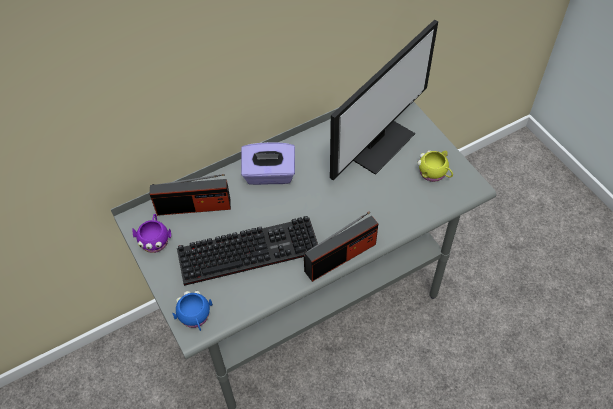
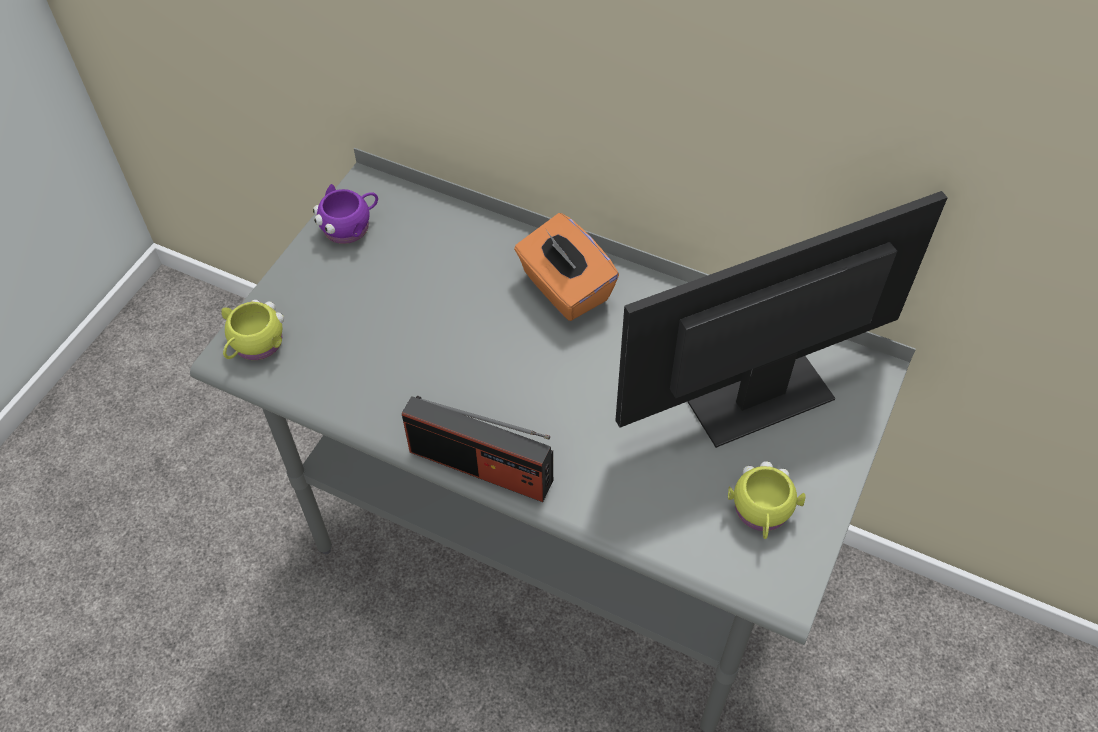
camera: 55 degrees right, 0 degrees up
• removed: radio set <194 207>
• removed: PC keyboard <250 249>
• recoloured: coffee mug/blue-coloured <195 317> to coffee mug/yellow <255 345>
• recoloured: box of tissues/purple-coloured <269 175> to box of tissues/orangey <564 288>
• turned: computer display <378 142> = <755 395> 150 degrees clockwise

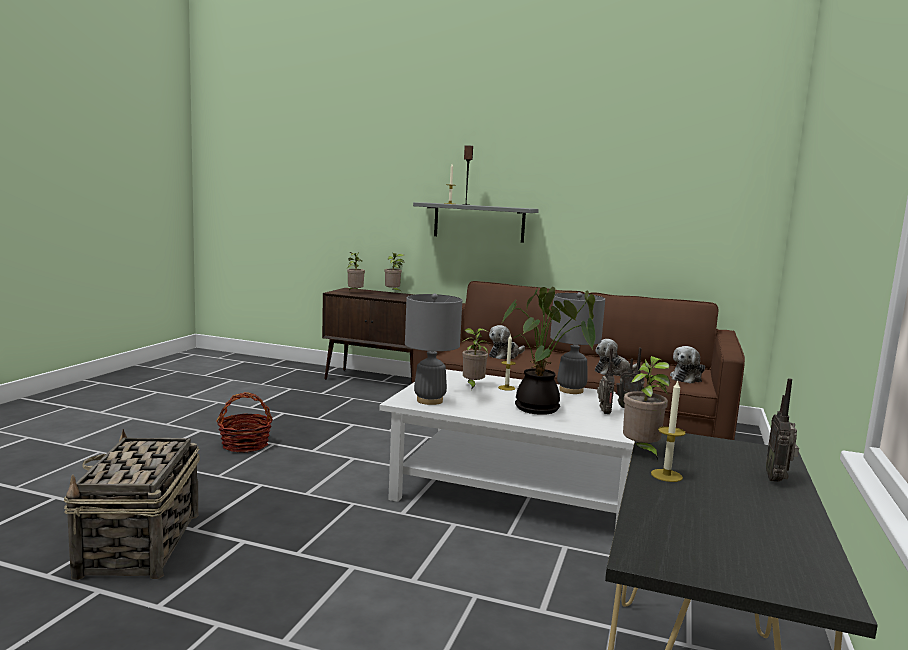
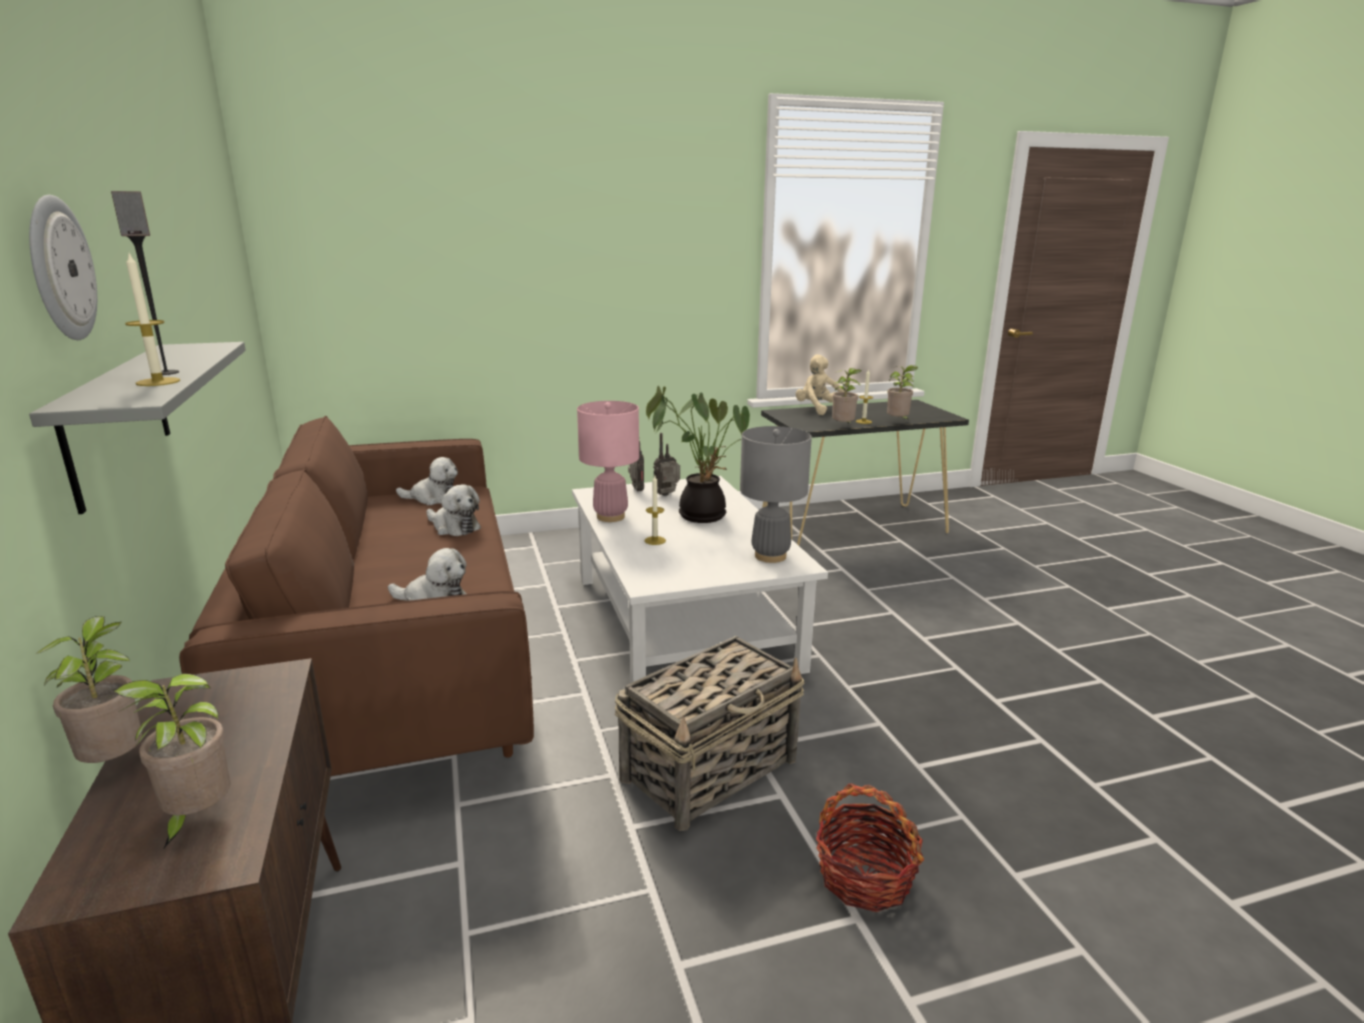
camera: 125 degrees left, 10 degrees up
• added: clock on the wall <59 269>
• moved: basket <139 545> to <711 769>
• moved: plant in a pot <472 386> to <898 422>
• replaced: radio set <778 479> to cuddly toy/sand-coloured <819 410>
• recoloured: lamp for a table/gray <571 390> to lamp for a table/pinkish <610 516>

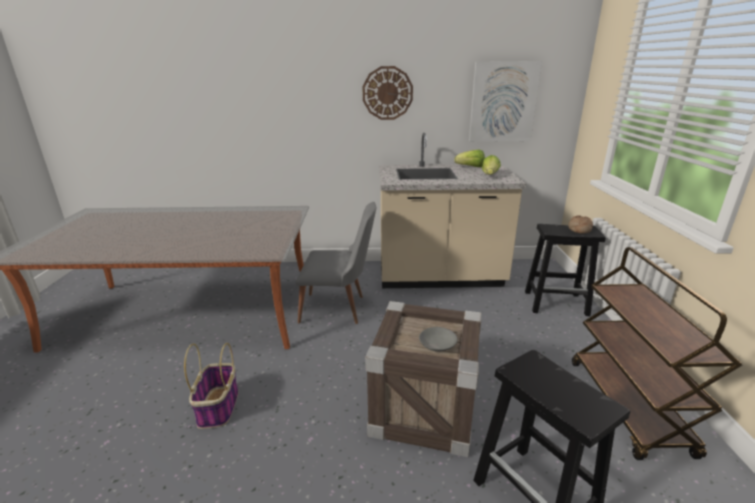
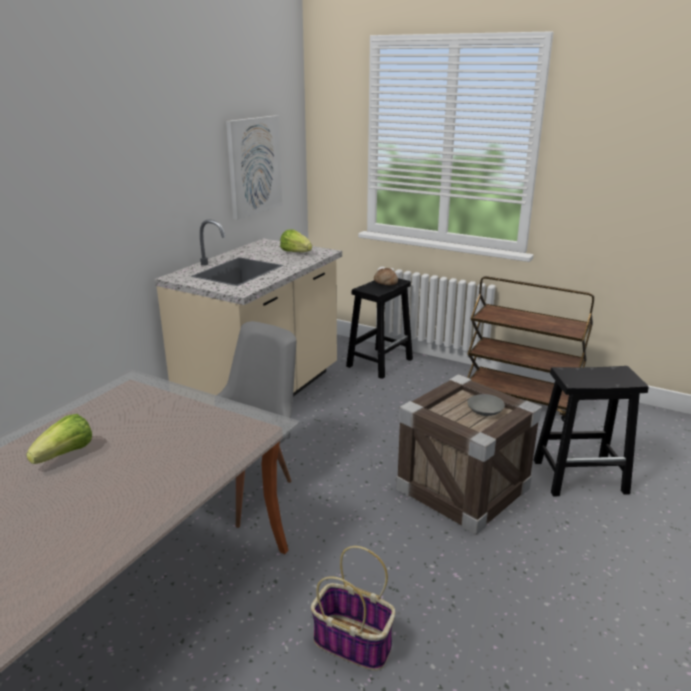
camera: 60 degrees left, 0 degrees up
• removed: clock on the wall <387 93>
• moved: lettuce <470 167> to <66 454>

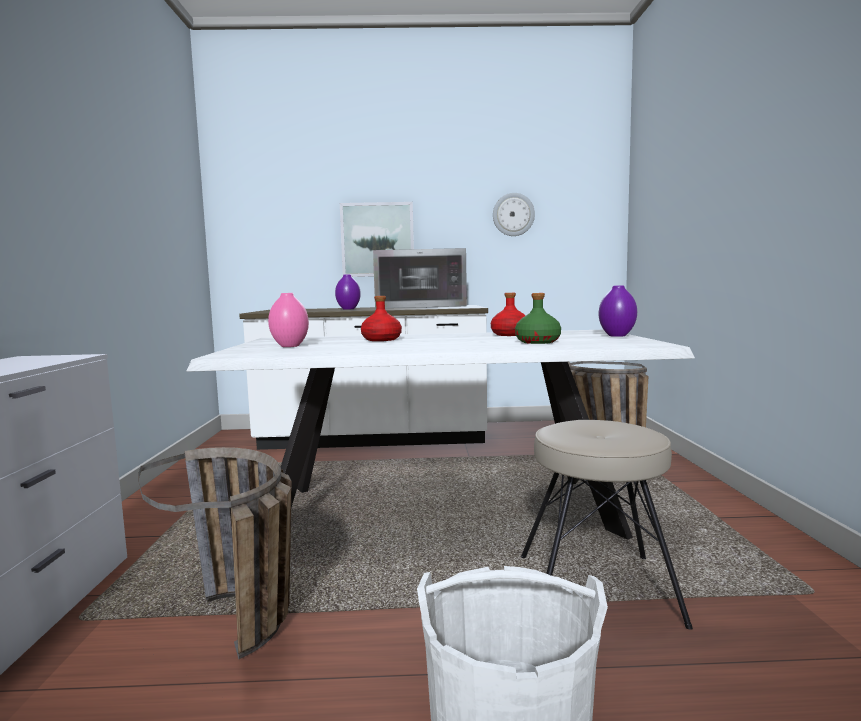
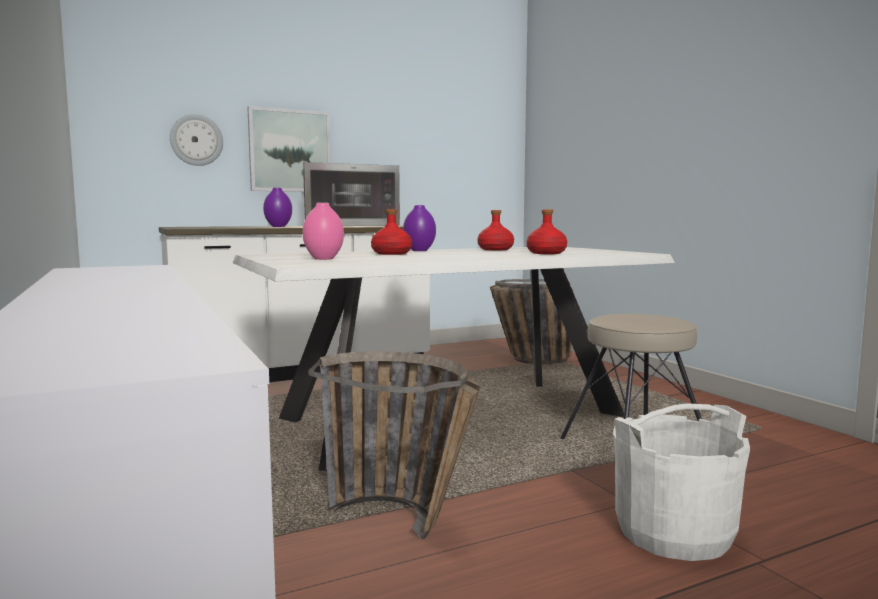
camera: 25 degrees left, 0 degrees up
• moved: clock on the wall <513 214> to <196 140>
• moved: flower vase/purple-coloured <616 336> to <419 251>
• recoloured: beverage bottle/greenish <537 342> to beverage bottle/red <546 253>

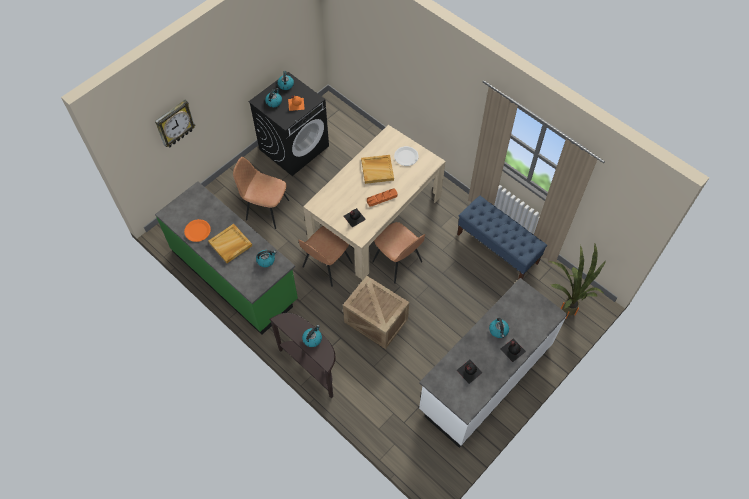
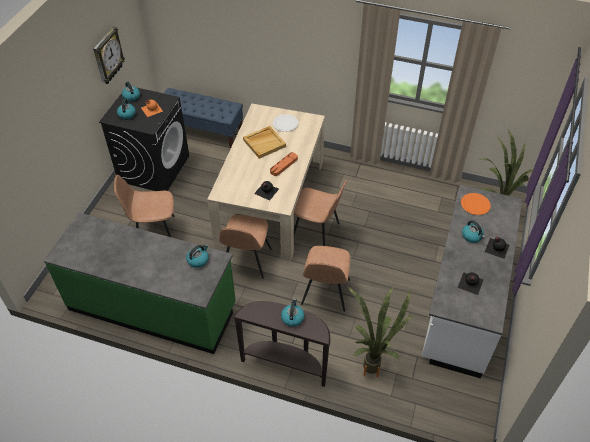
camera: 25 degrees left, 10 degrees down
• removed: carrying tray/sand-coloured <230 244>
• added: plant in a pot <372 365>
• moved: clock on the wall <174 124> to <107 56>
• moved: plate/orangey <197 231> to <475 204>
• moved: bench/blue-coloured <497 249> to <202 132>
• replaced: shipping crate <375 321> to upright chair/brown <325 293>

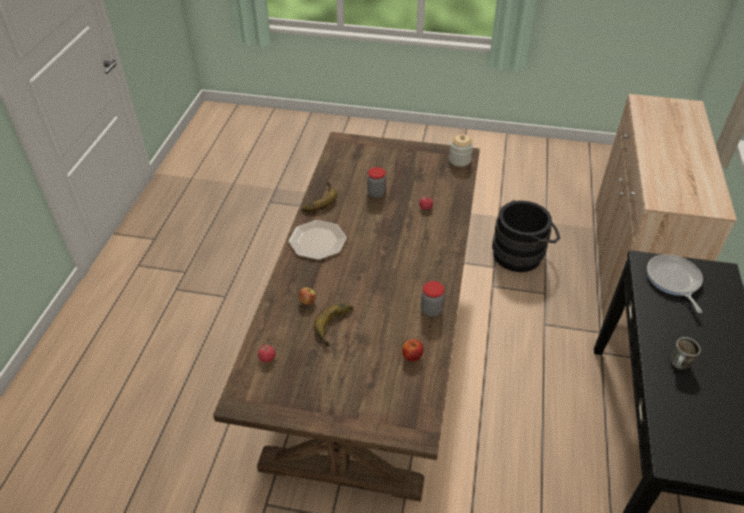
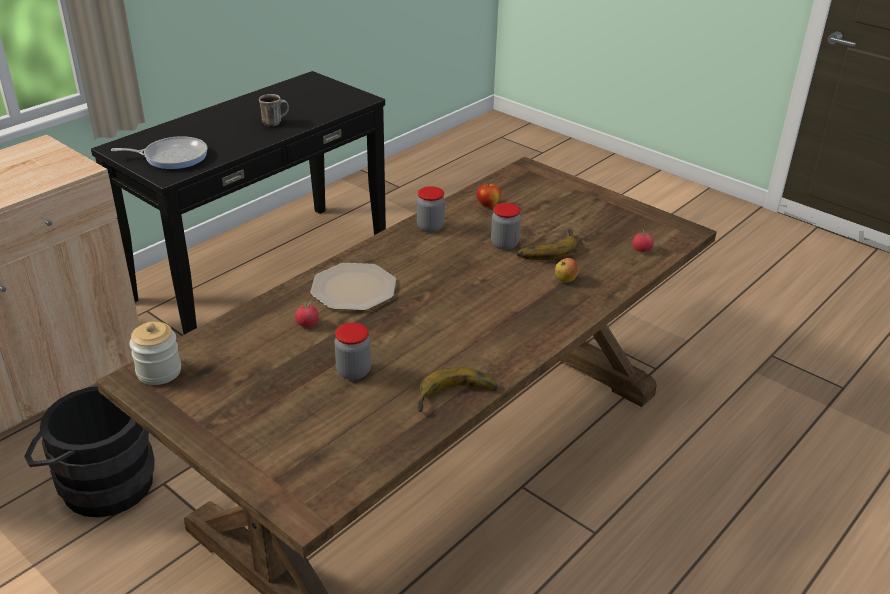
camera: 150 degrees left, 10 degrees down
• added: preserve jar <504 244>
• moved: plate <317 240> to <353 289>
• turned: frying pan <673 281> = <172 157> 120 degrees counterclockwise

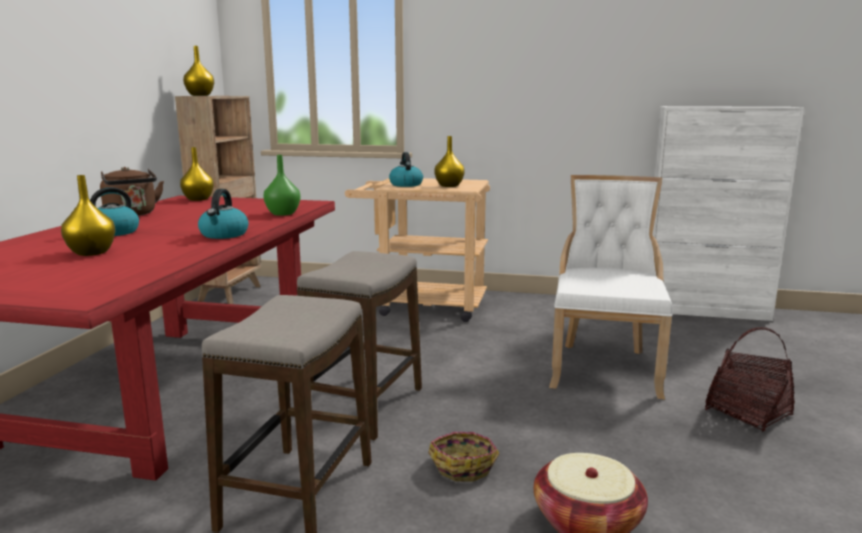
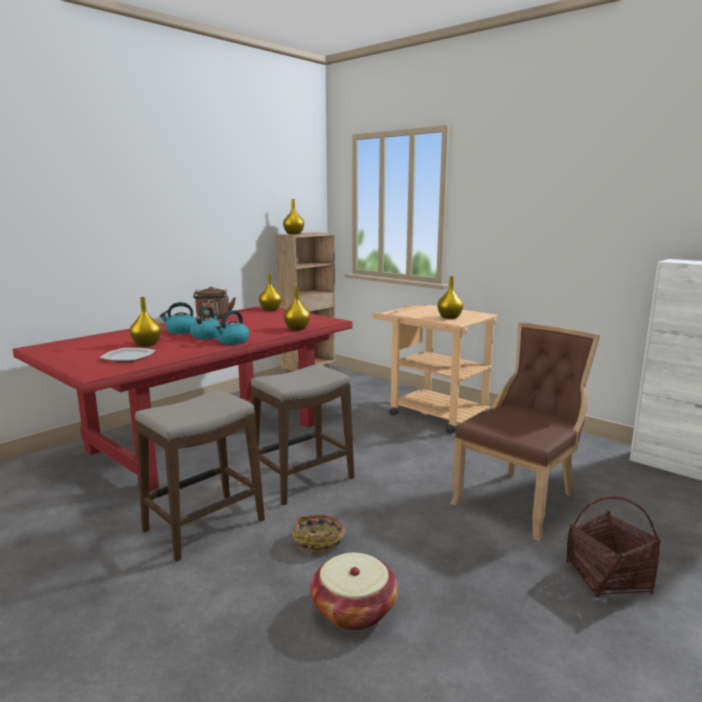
camera: 30 degrees right, 0 degrees up
• added: plate <127 357>
• moved: kettle <405 184> to <207 336>
• recoloured: flower vase/greenish <283 213> to flower vase/yellow <297 328>
• recoloured: upright chair/whitish <604 367> to upright chair/brown <520 499>

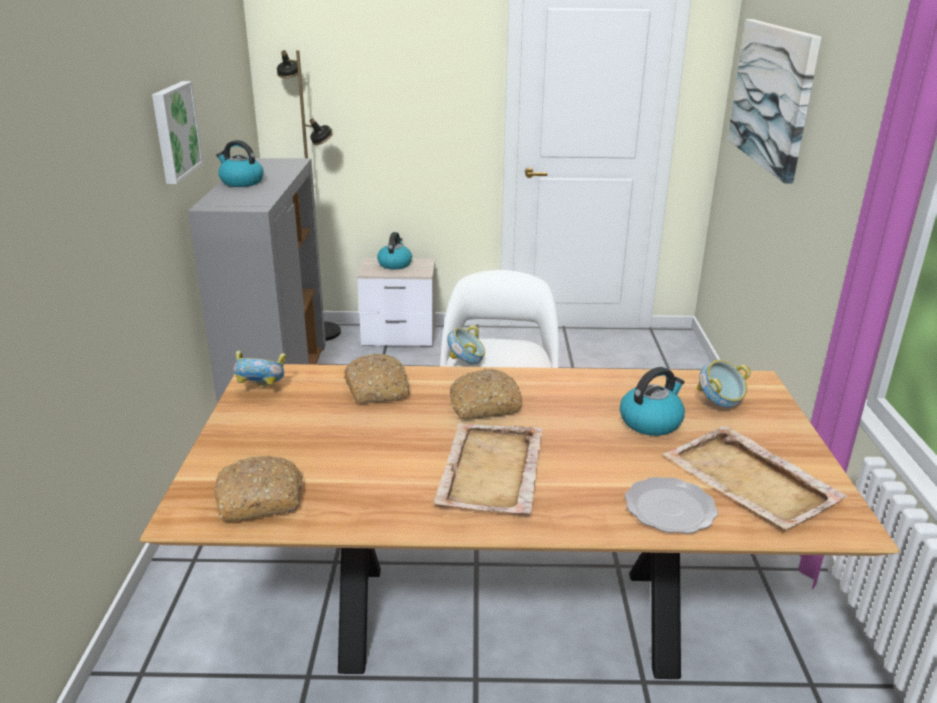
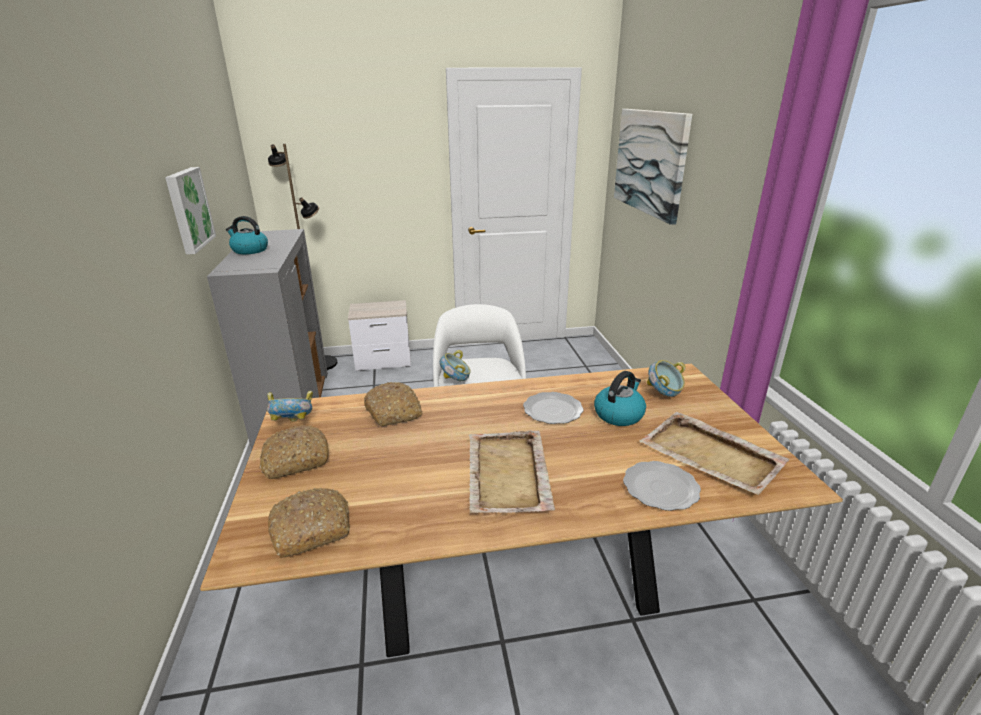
camera: 10 degrees left, 0 degrees up
• removed: kettle <394 264>
• added: plate <552 410>
• moved: bakery bread <484 406> to <295 460>

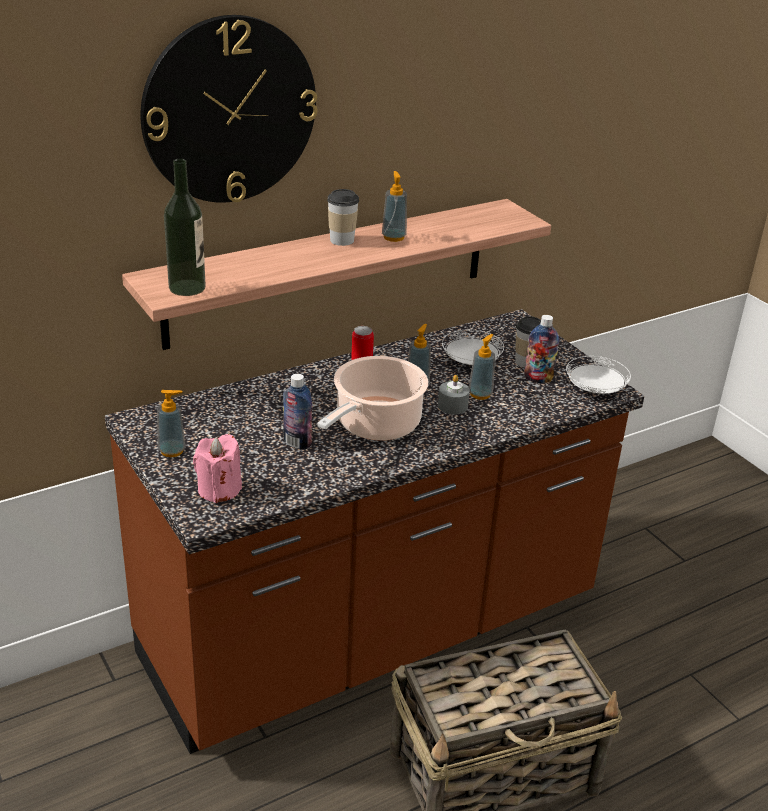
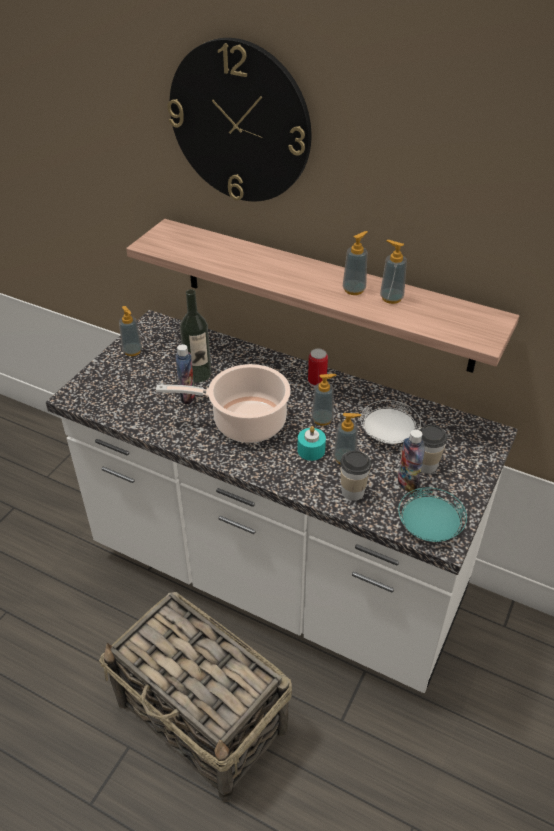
camera: 60 degrees right, 10 degrees up
• removed: wax light/pinkish <219 489>
• added: soap dispenser <391 298>
• moved: beverage bottle <187 288> to <198 374>
• moved: small cup <342 240> to <352 492>
• recoloured: counter/brown <371 634> to counter/whitish <276 577>
• recoloured: wax light/gray <452 406> to wax light/blue-green <311 450>
• recoloured: plate/whitish <595 390> to plate/blue-green <429 527>

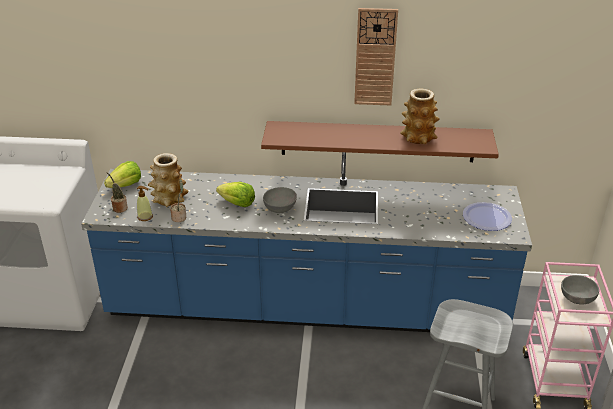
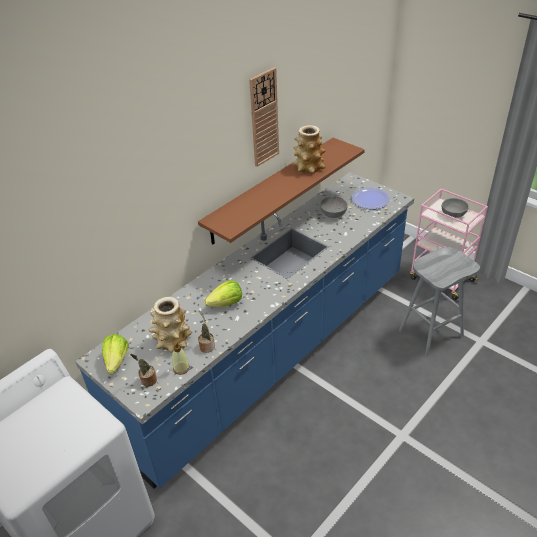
camera: 50 degrees left, 5 degrees up
• moved: bowl/gray <281 209> to <334 214>

